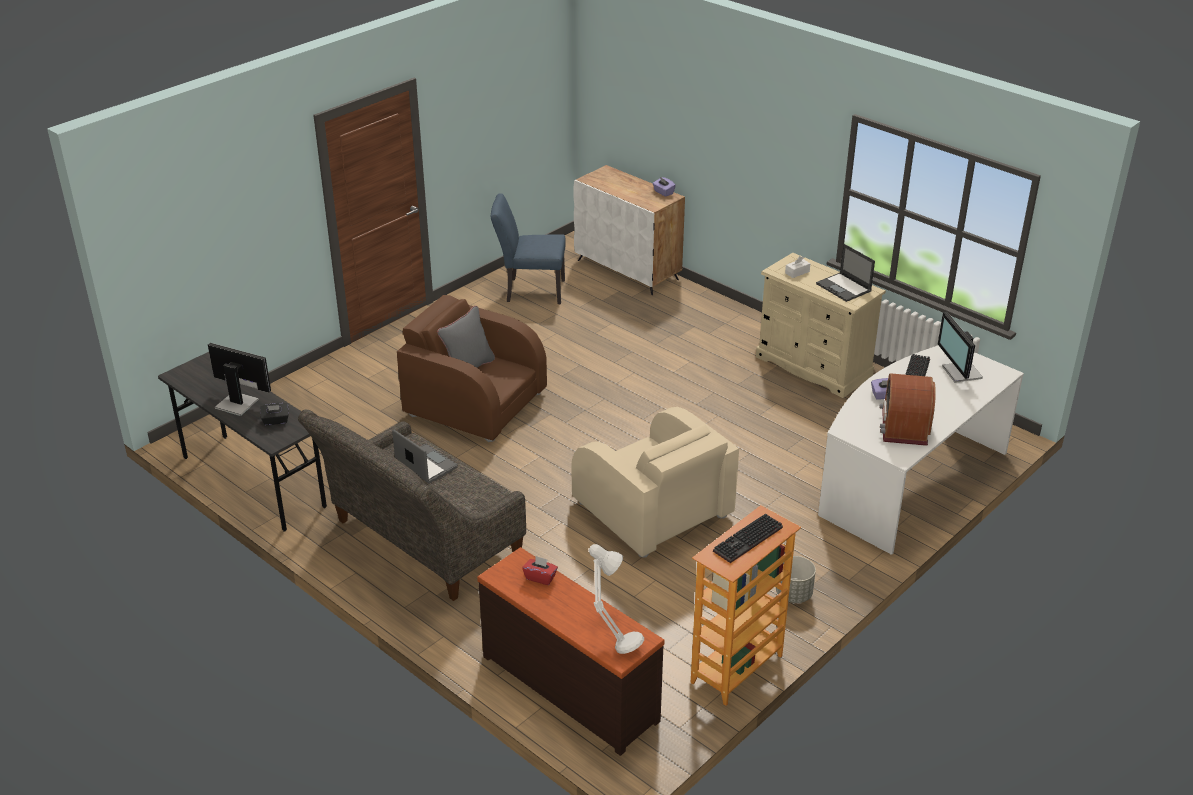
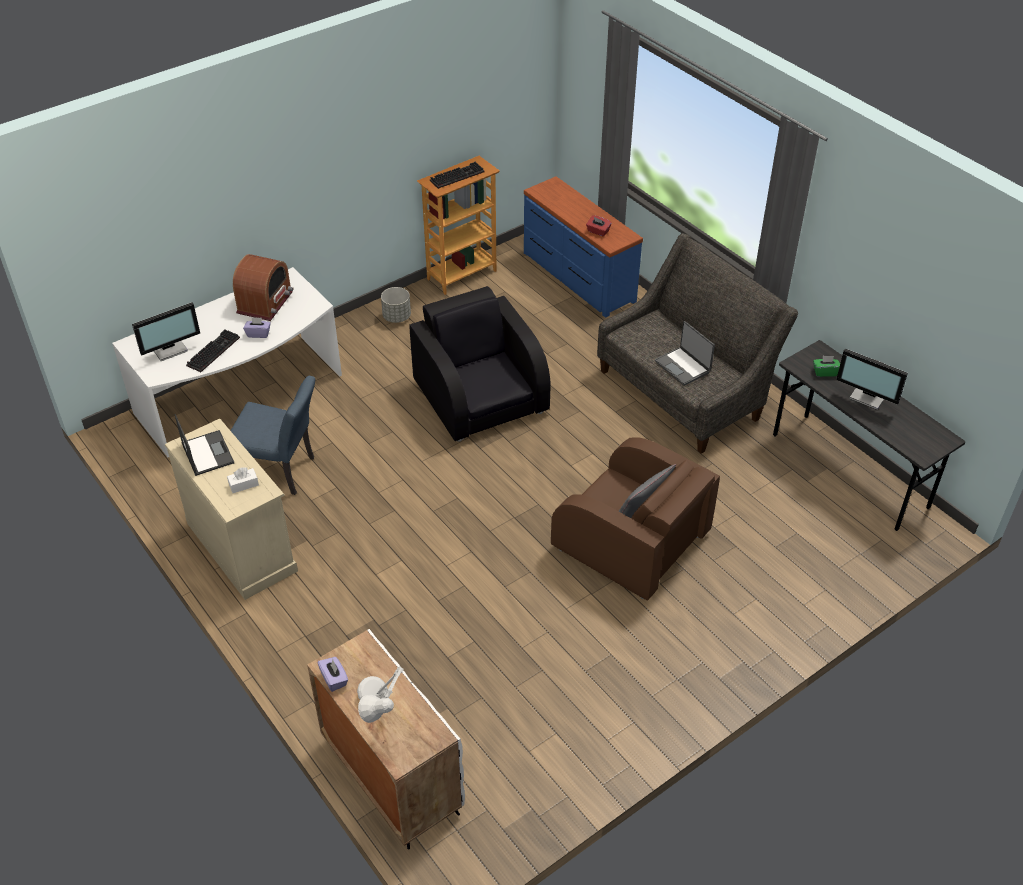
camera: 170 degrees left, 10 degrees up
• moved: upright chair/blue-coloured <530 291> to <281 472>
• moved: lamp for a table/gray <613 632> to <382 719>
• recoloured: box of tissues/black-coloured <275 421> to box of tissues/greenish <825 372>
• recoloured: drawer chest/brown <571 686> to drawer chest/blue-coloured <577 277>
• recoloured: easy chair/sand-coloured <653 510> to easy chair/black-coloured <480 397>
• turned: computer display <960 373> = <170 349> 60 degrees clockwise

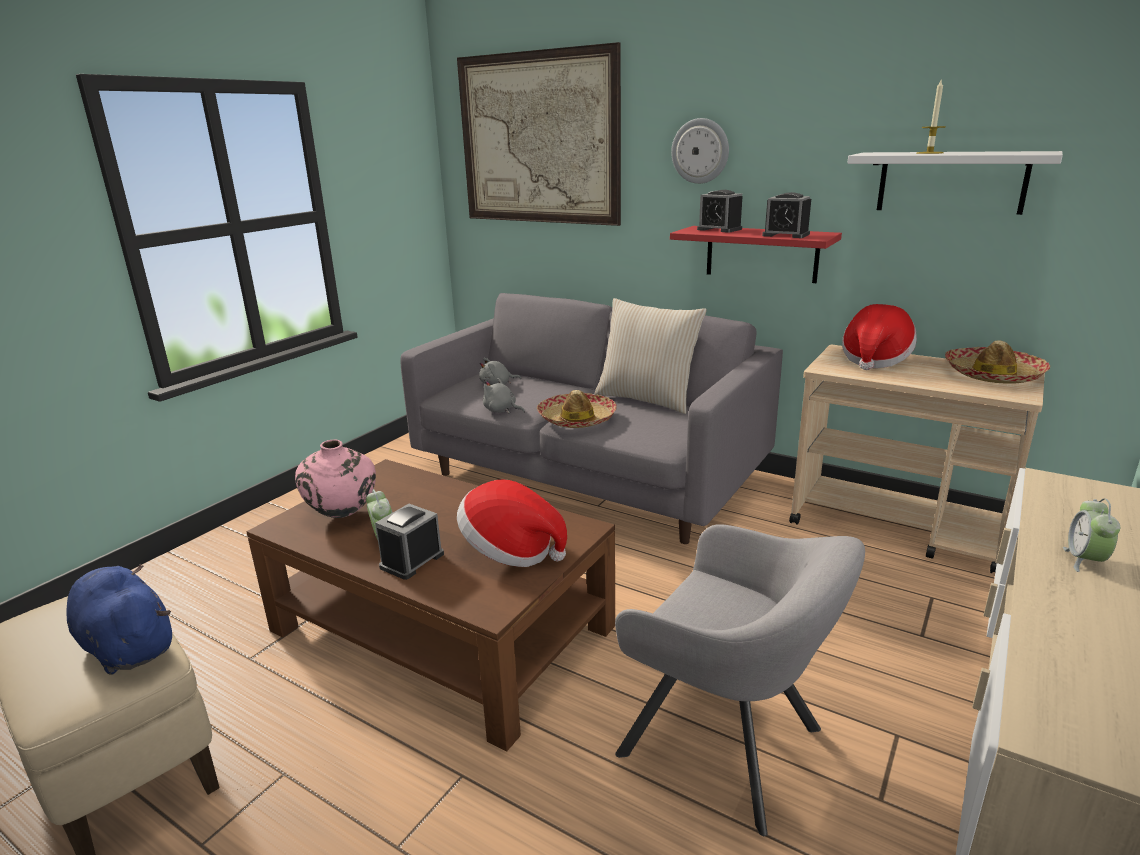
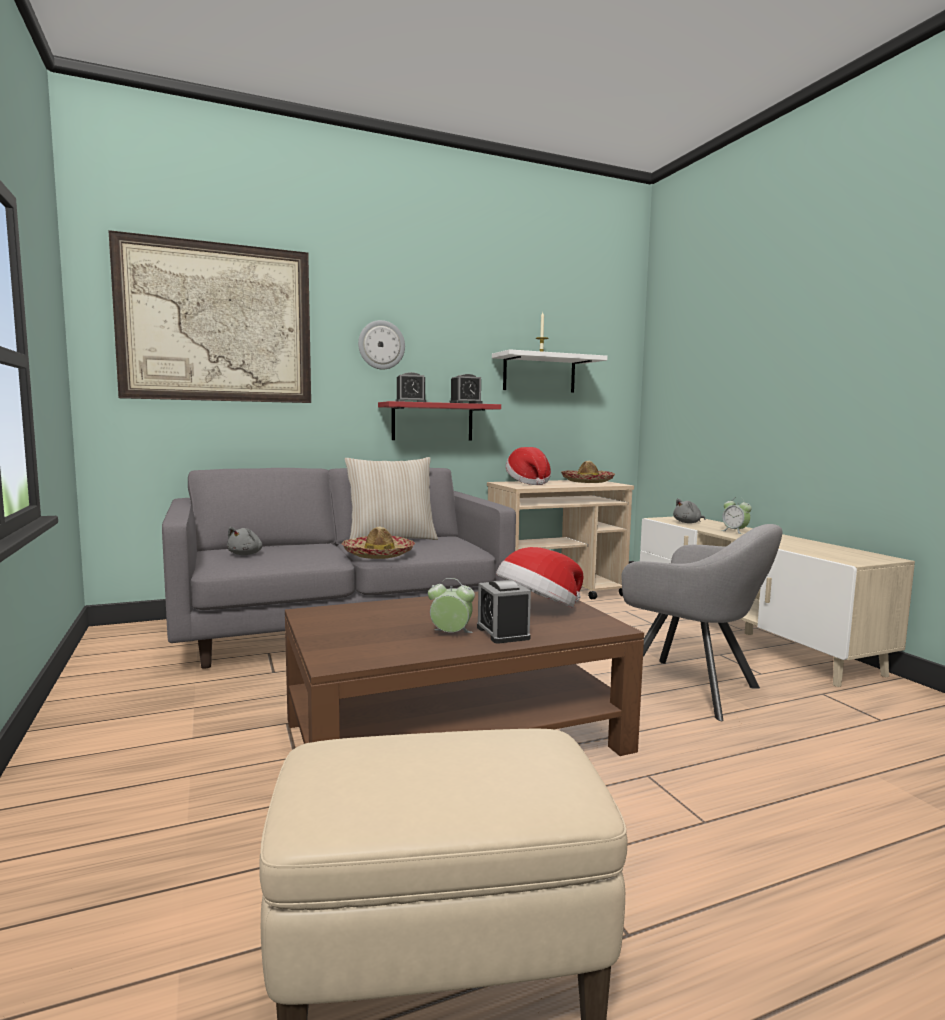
camera: 55 degrees left, 15 degrees down
• removed: cuddly toy/blue-coloured <127 645>
• removed: flower vase/pinkish <343 515>
• moved: cuddly toy/gray <501 410> to <688 523>
• turned: easy chair/gray <729 746> = <694 689> 60 degrees clockwise

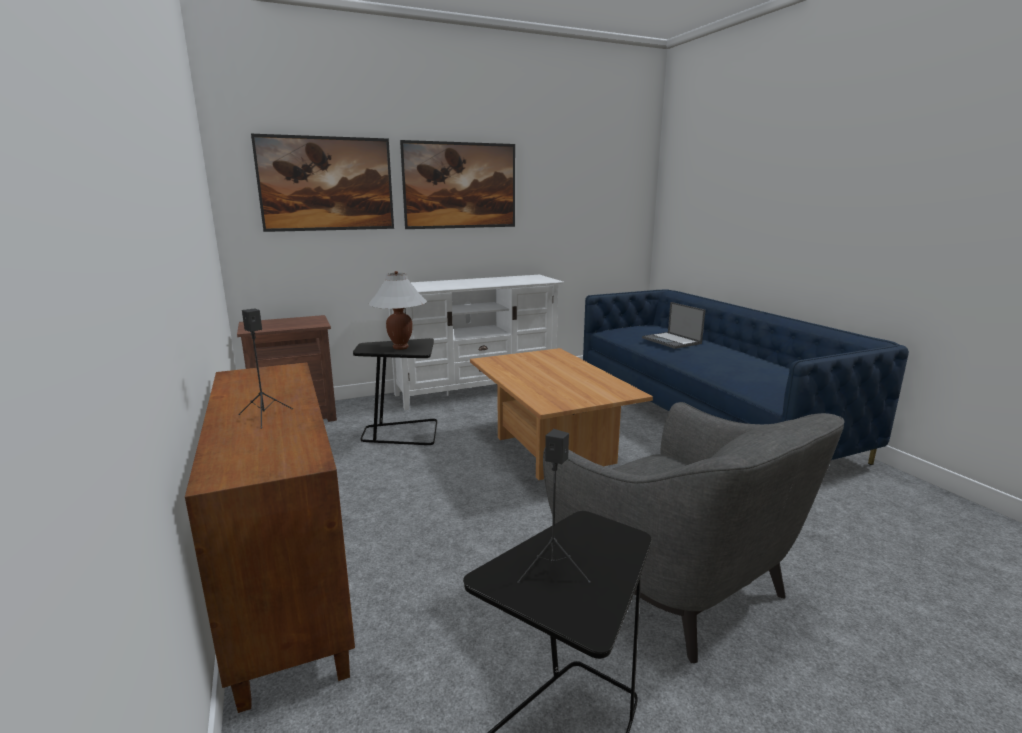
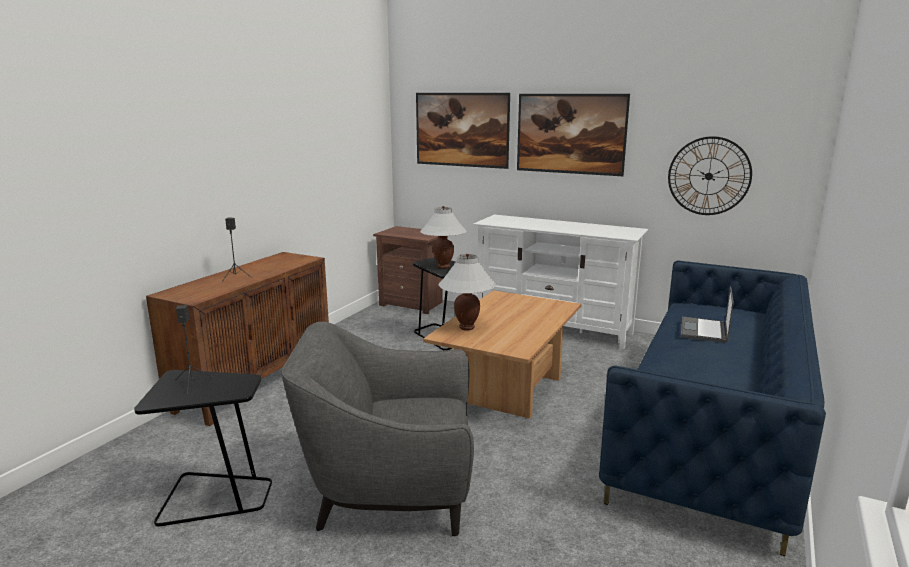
camera: 50 degrees right, 0 degrees up
• added: lamp for a table/whitish <466 327>
• added: clock on the wall <709 176>
• turned: easy chair/gray <674 581> = <391 491> 75 degrees clockwise

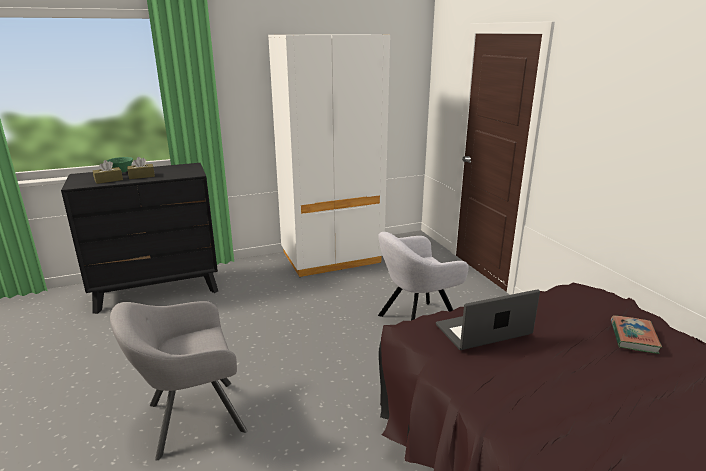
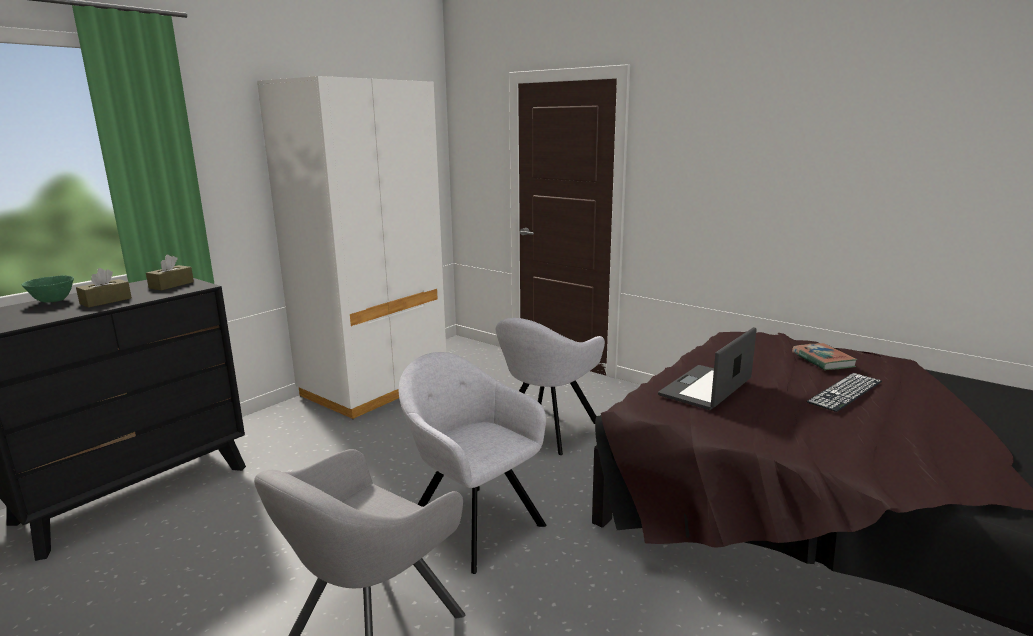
camera: 30 degrees left, 5 degrees down
• added: easy chair/gray <471 522>
• added: PC keyboard <845 392>
• moved: box of tissues/brown <108 180> to <171 285>

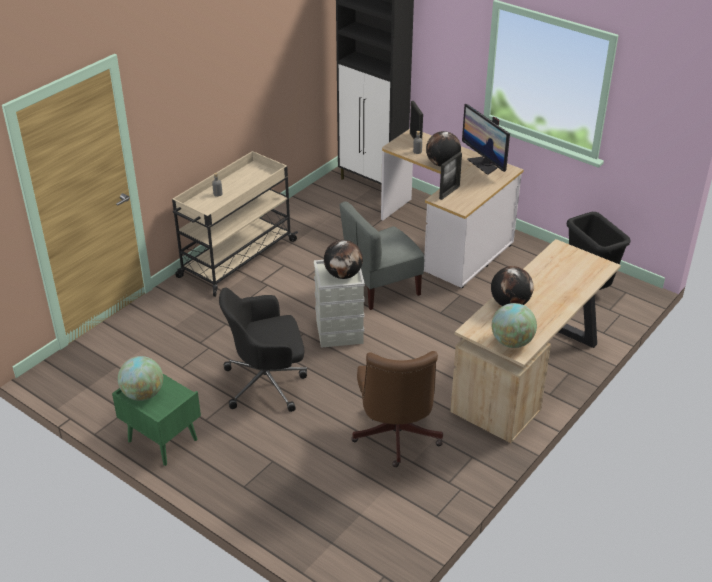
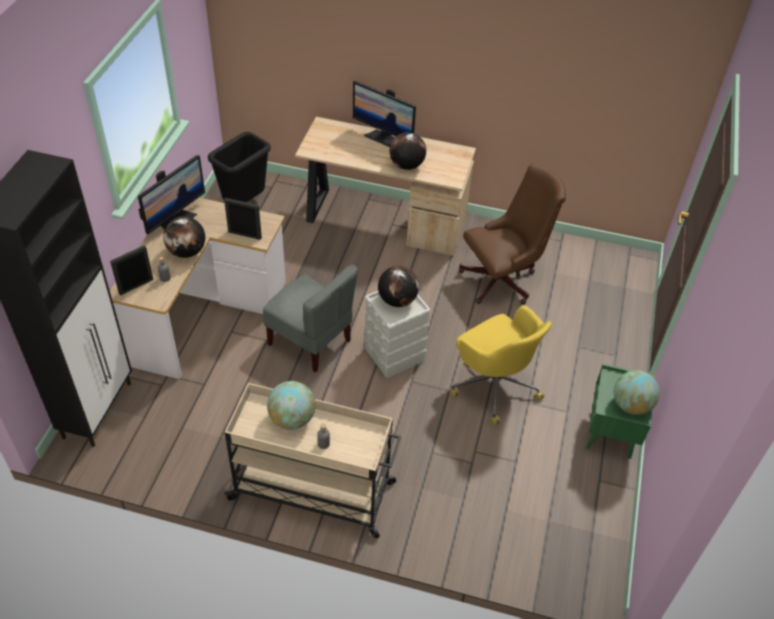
camera: 115 degrees left, 10 degrees up
• added: computer display <383 137>
• moved: globe <512 342> to <292 419>
• recoloured: office chair/black-coloured <267 383> to office chair/yellow <494 384>

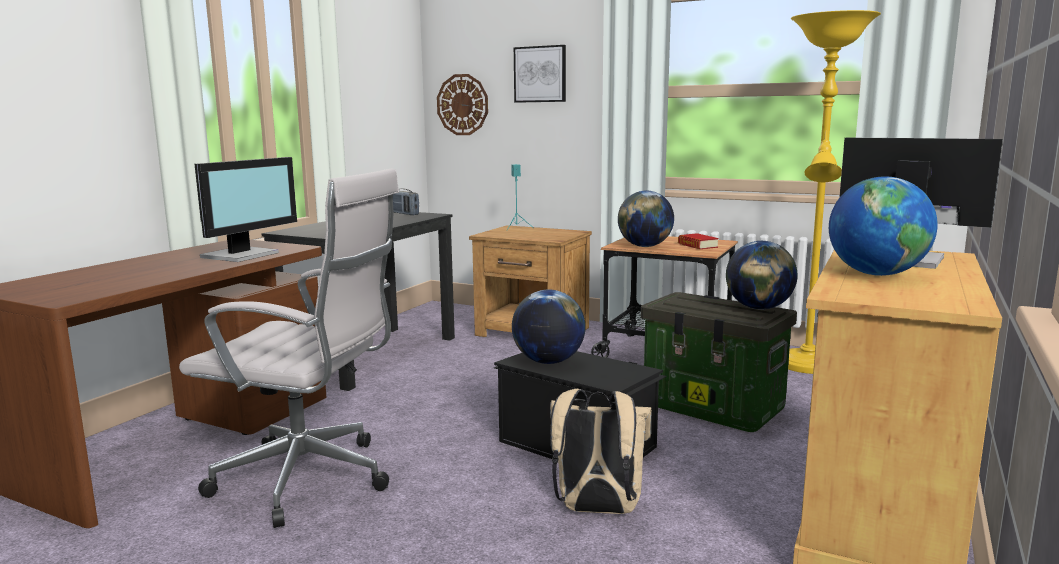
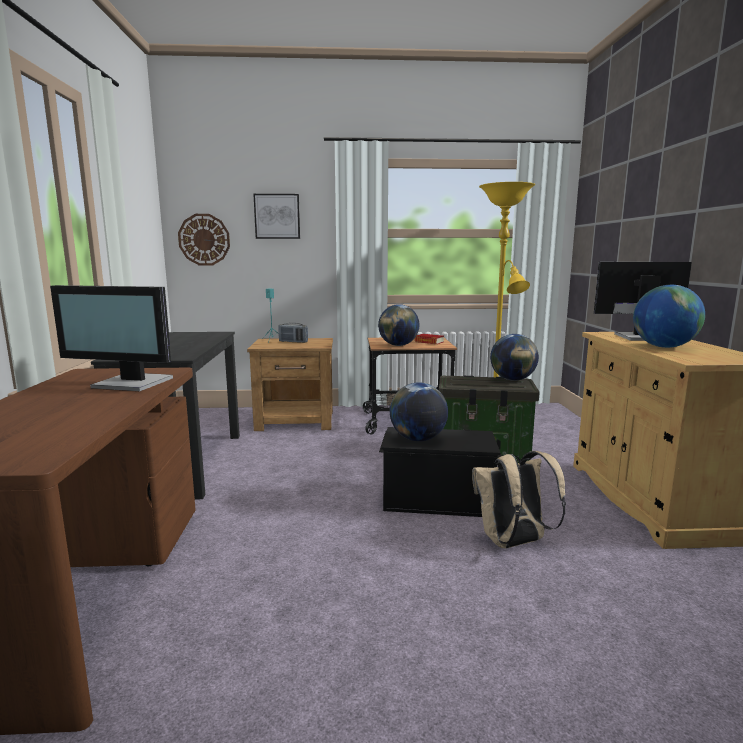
camera: 30 degrees left, 0 degrees up
• removed: office chair/whitish <311 480>
• moved: radio set <404 214> to <293 342>
• turned: computer display <243 255> = <132 384> 105 degrees clockwise

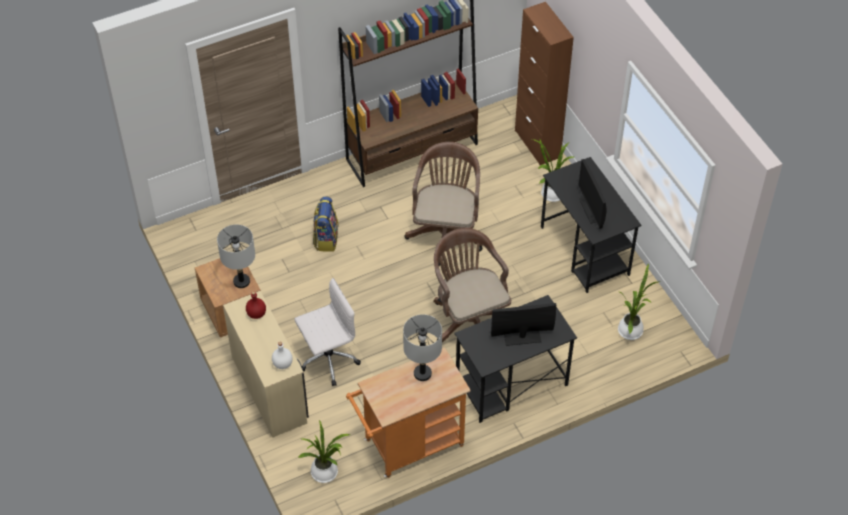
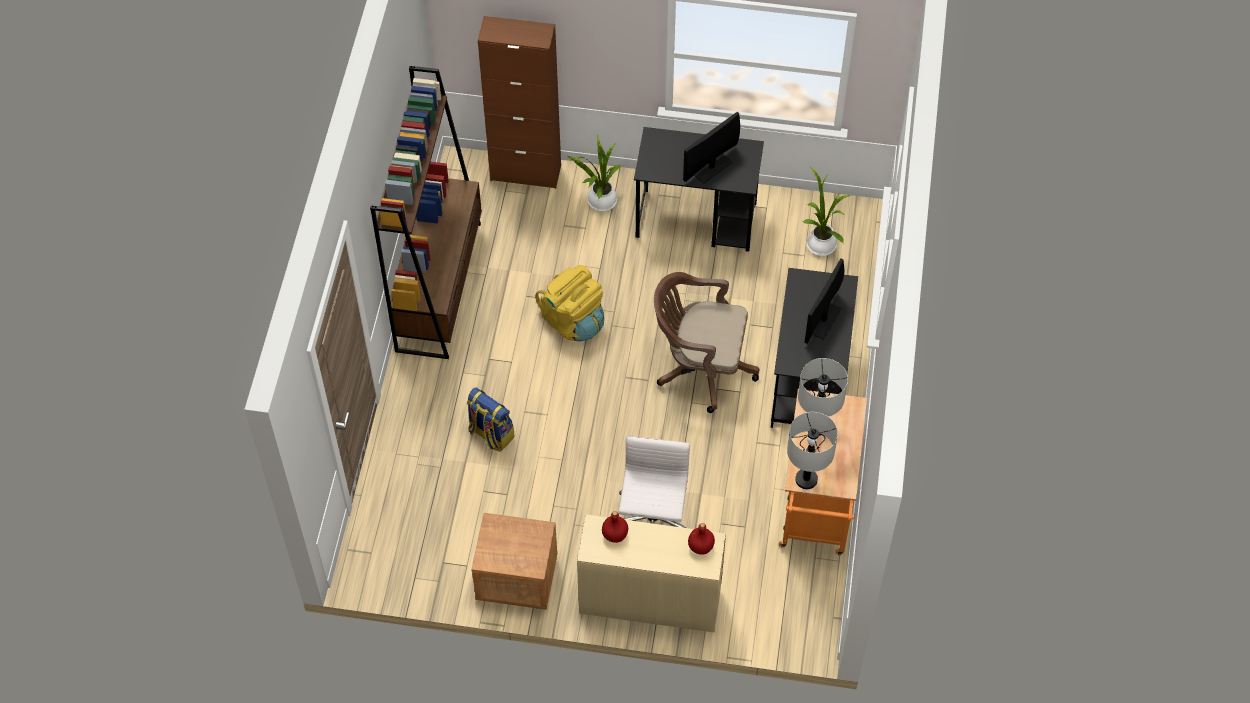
camera: 55 degrees left, 5 degrees up
• removed: plant in a pot <326 473>
• moved: lamp for a table/gray <241 281> to <806 479>
• replaced: office chair/brown <446 231> to knapsack/yellow <573 321>
• recoloured: beverage bottle/whitish <282 364> to beverage bottle/red <701 547>
• turned: computer display <591 209> = <712 167> 120 degrees clockwise

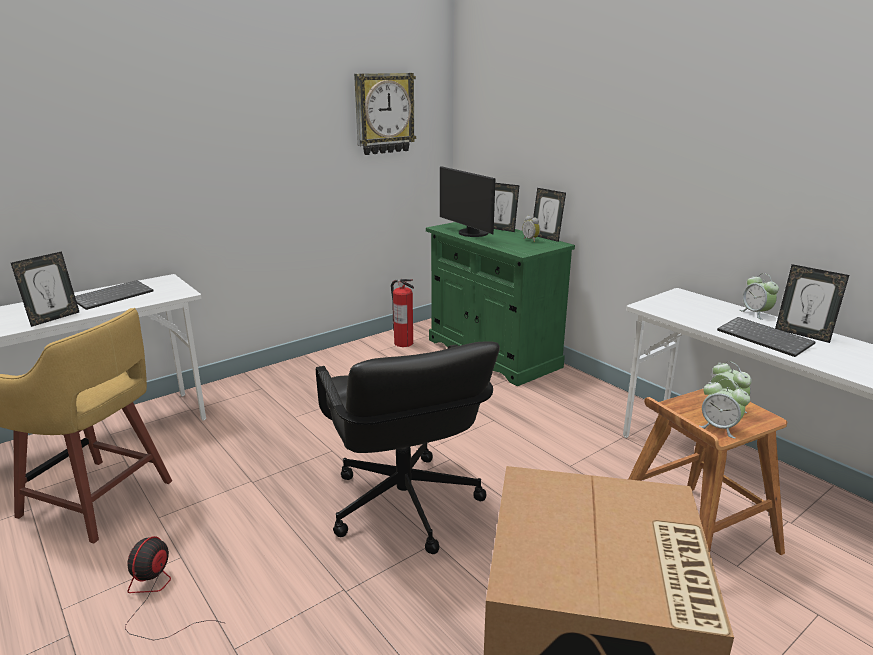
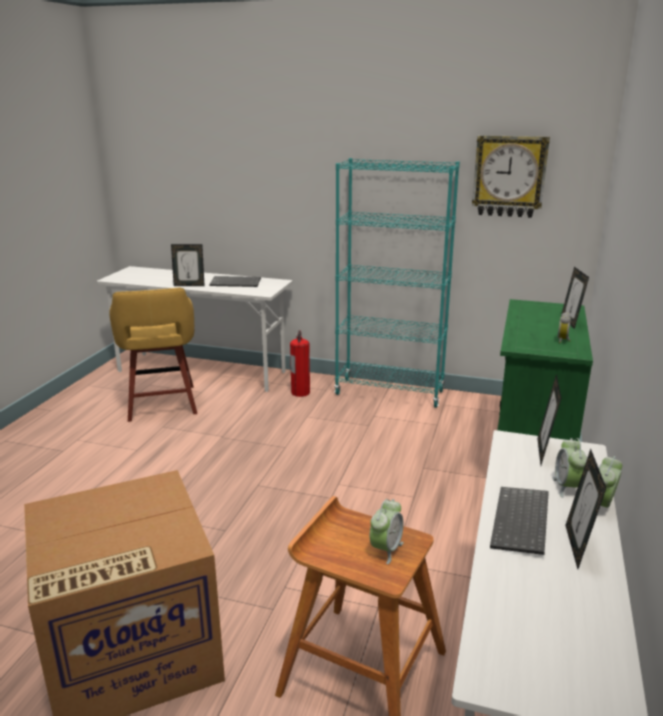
camera: 55 degrees right, 0 degrees up
• removed: fan <157 597>
• removed: office chair/black-coloured <404 505>
• removed: computer display <470 233>
• added: bookshelf/blue-green <390 393>
• moved: fire extinguisher <403 343> to <300 392>
• moved: photo frame <546 237> to <543 452>
• moved: alarm clock <719 428> to <567 487>

